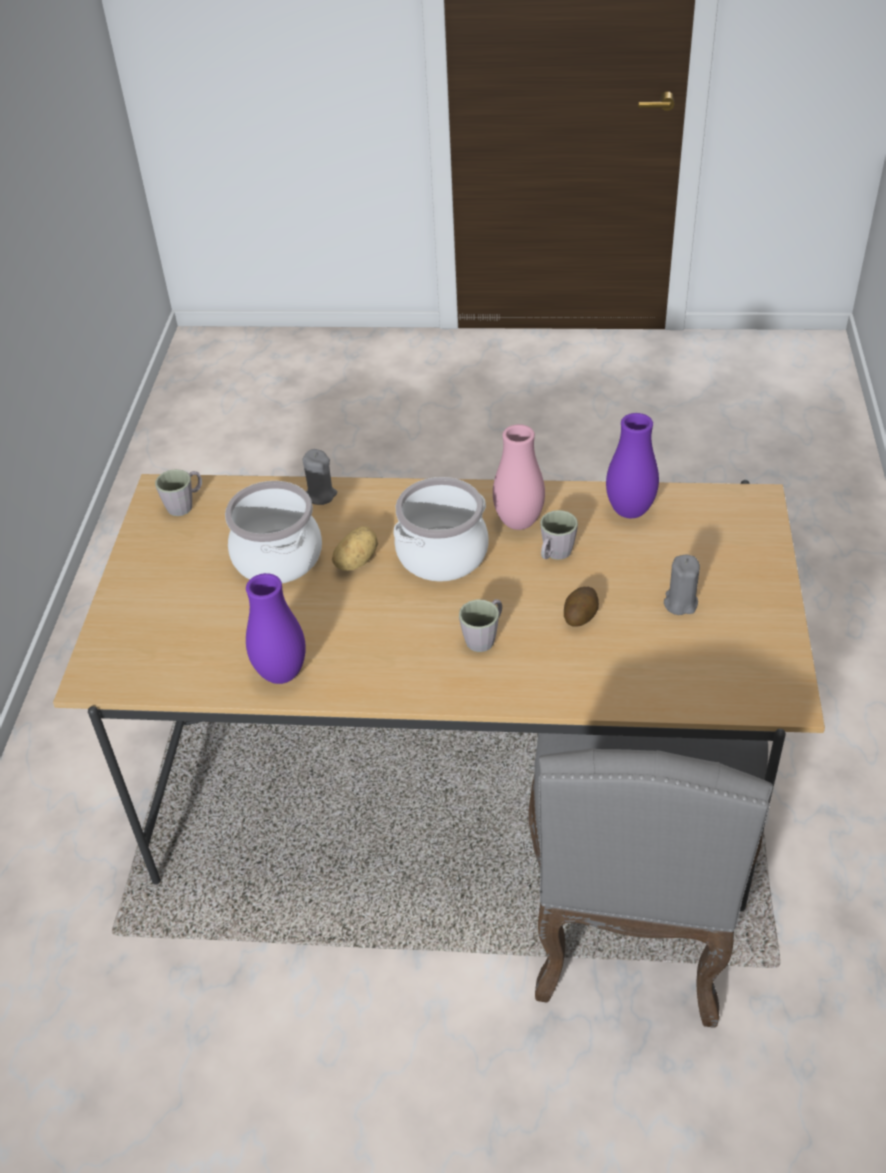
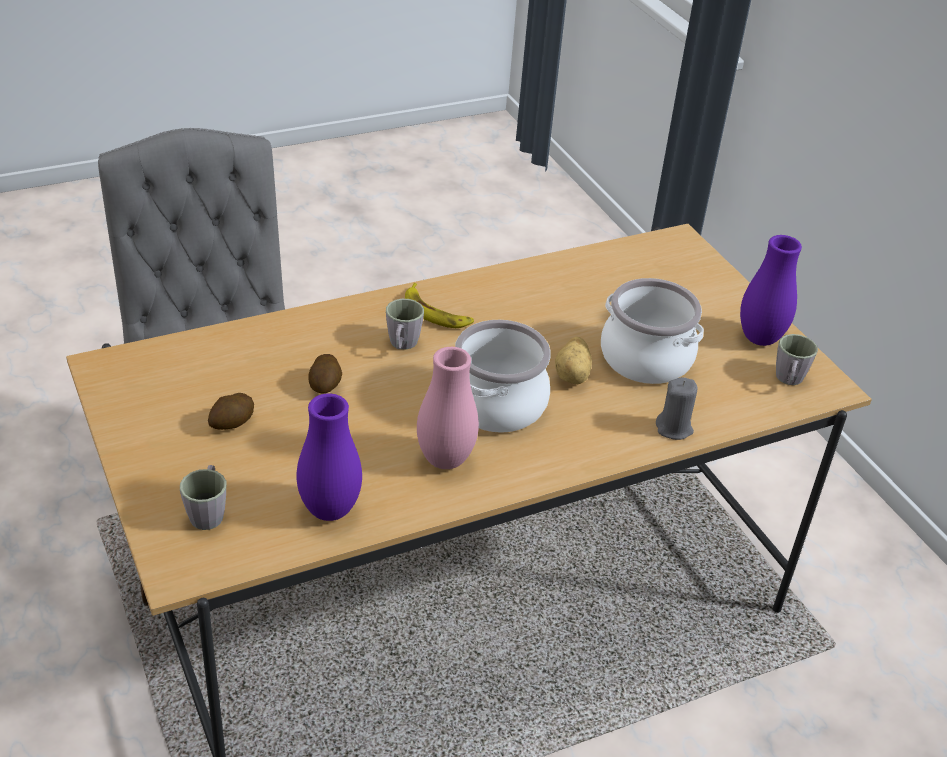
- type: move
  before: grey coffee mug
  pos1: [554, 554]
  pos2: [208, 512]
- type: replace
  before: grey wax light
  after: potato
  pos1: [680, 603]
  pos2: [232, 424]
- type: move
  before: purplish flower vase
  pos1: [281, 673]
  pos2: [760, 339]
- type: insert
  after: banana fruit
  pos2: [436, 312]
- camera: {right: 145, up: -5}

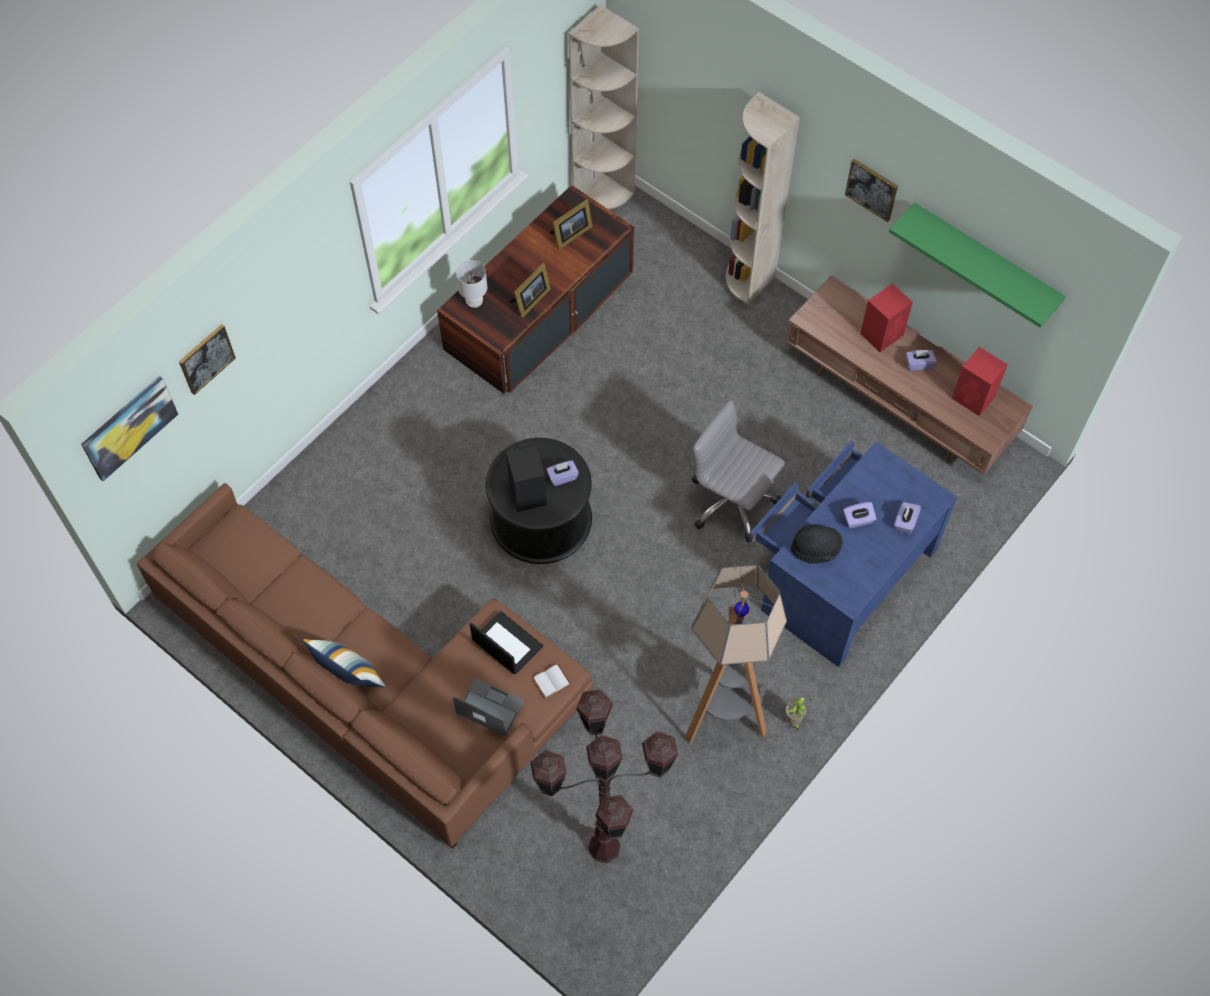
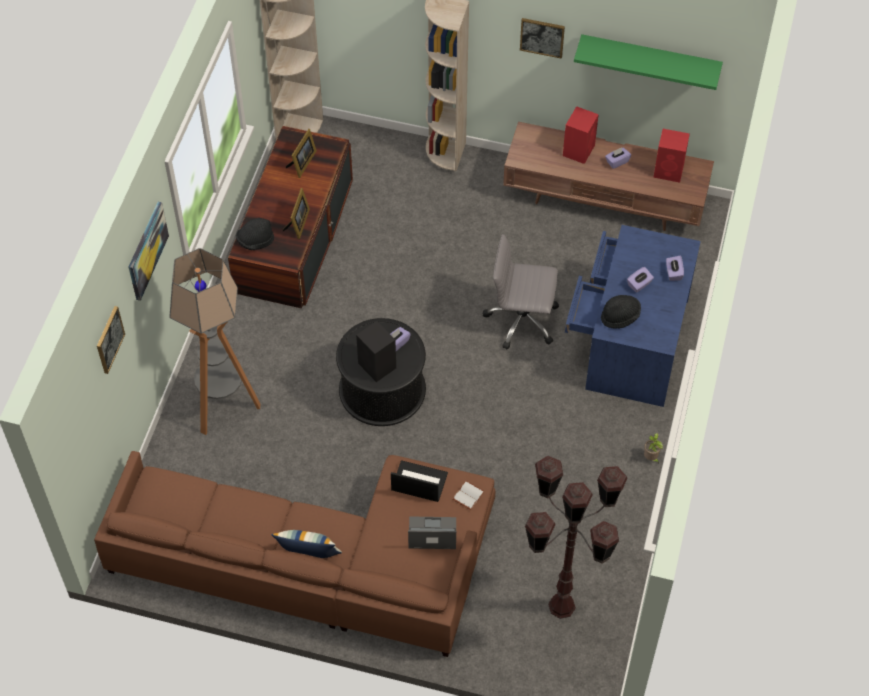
- type: replace
  before: grey tabletop lamp
  after: black clothing hat
  pos1: [475, 303]
  pos2: [255, 241]
- type: move
  before: wall picture
  pos1: [129, 427]
  pos2: [147, 250]
- type: move
  before: standard lamp
  pos1: [723, 716]
  pos2: [223, 406]
- camera: {right: -25, up: -5}

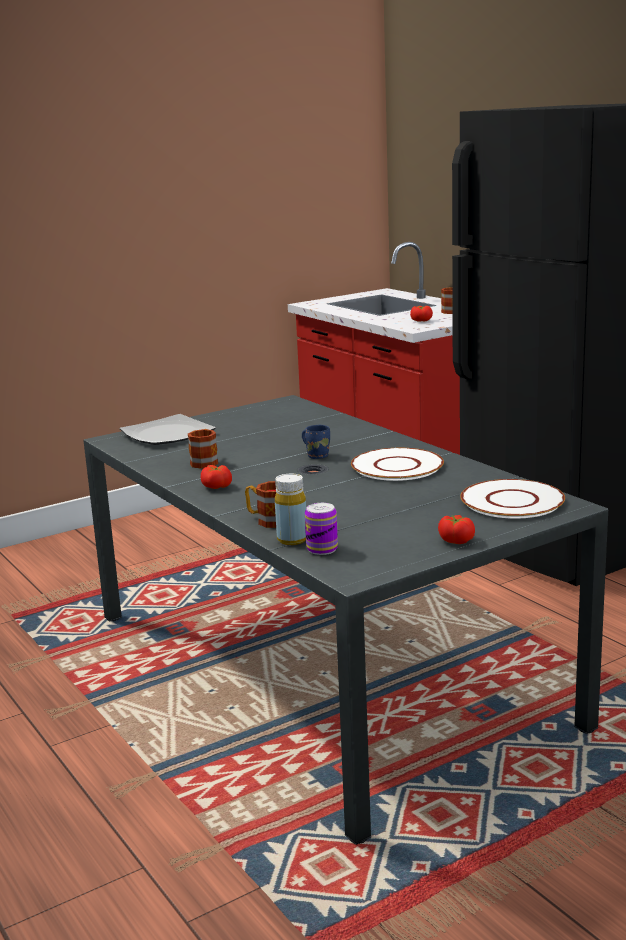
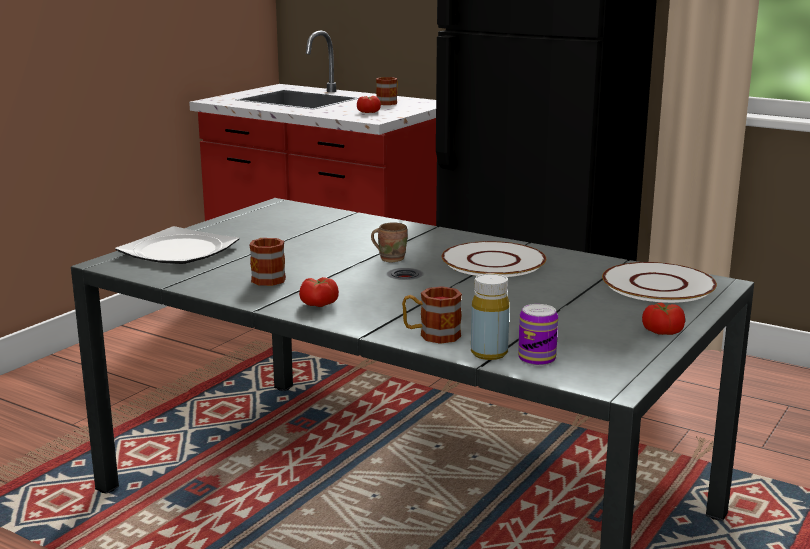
- type: recolor
  before: bluish coffee mug
  after: brown coffee mug
  pos1: [317, 455]
  pos2: [391, 258]
- camera: {right: -25, up: 0}

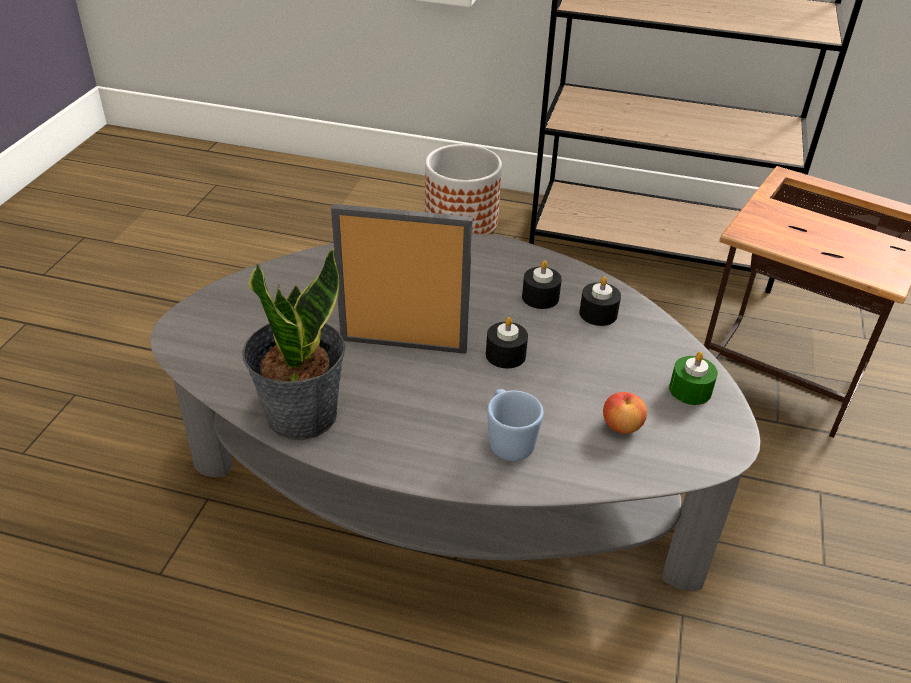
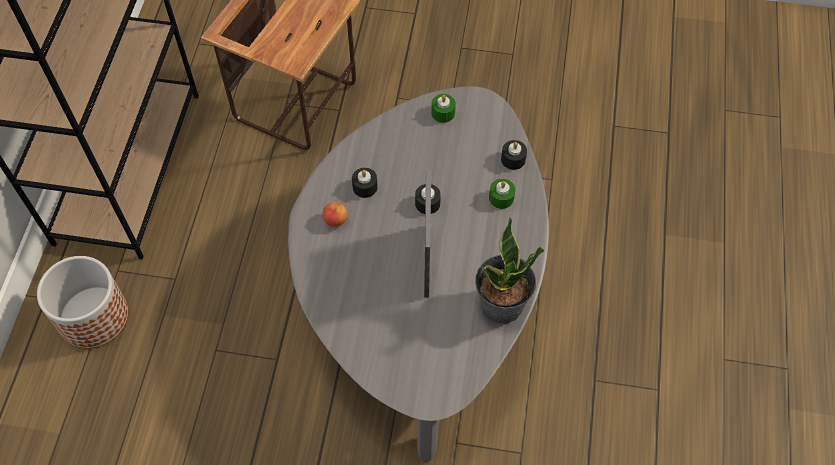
- type: move
  before: black wax light
  pos1: [598, 313]
  pos2: [513, 159]
- type: replace
  before: bluish coffee mug
  after: green wax light
  pos1: [508, 441]
  pos2: [501, 198]
- type: move
  before: apple fruit
  pos1: [622, 426]
  pos2: [335, 220]
- camera: {right: -95, up: 20}

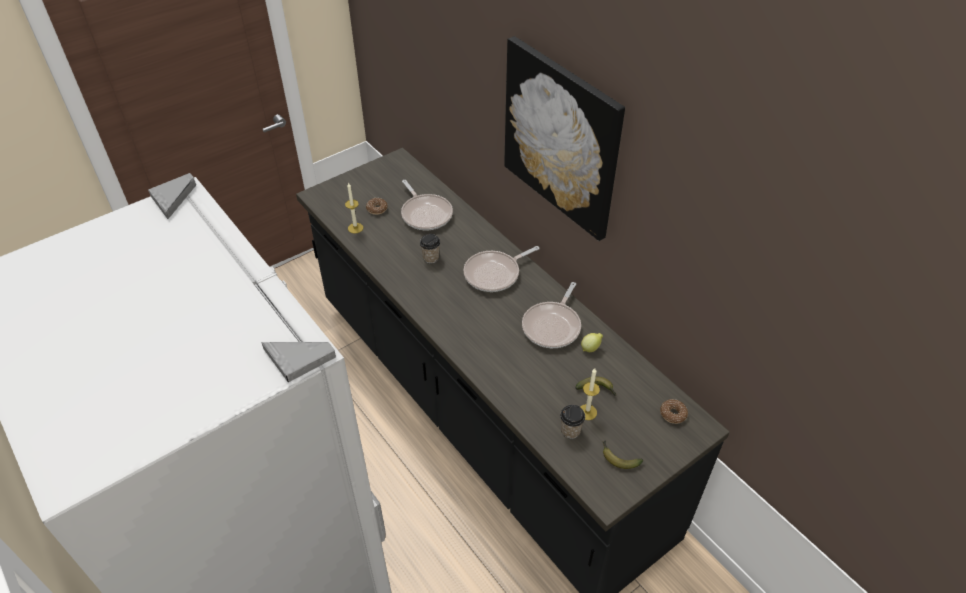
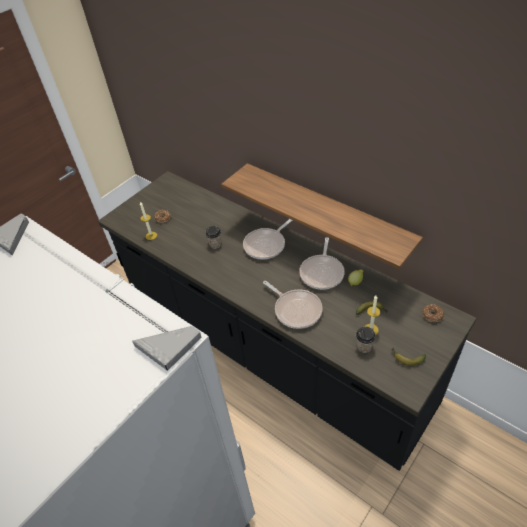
- type: delete
  before: wall picture
  pos1: [561, 138]
- type: move
  before: pan
  pos1: [425, 214]
  pos2: [296, 309]
- type: insert
  after: shelf
  pos2: [326, 212]
- camera: {right: -10, up: 0}

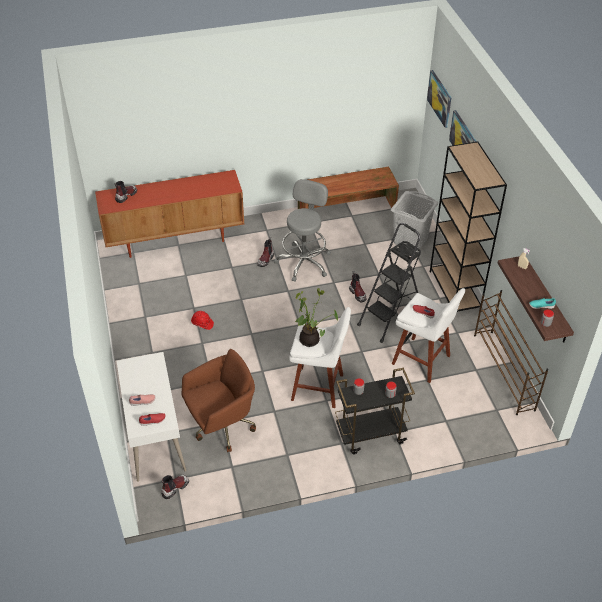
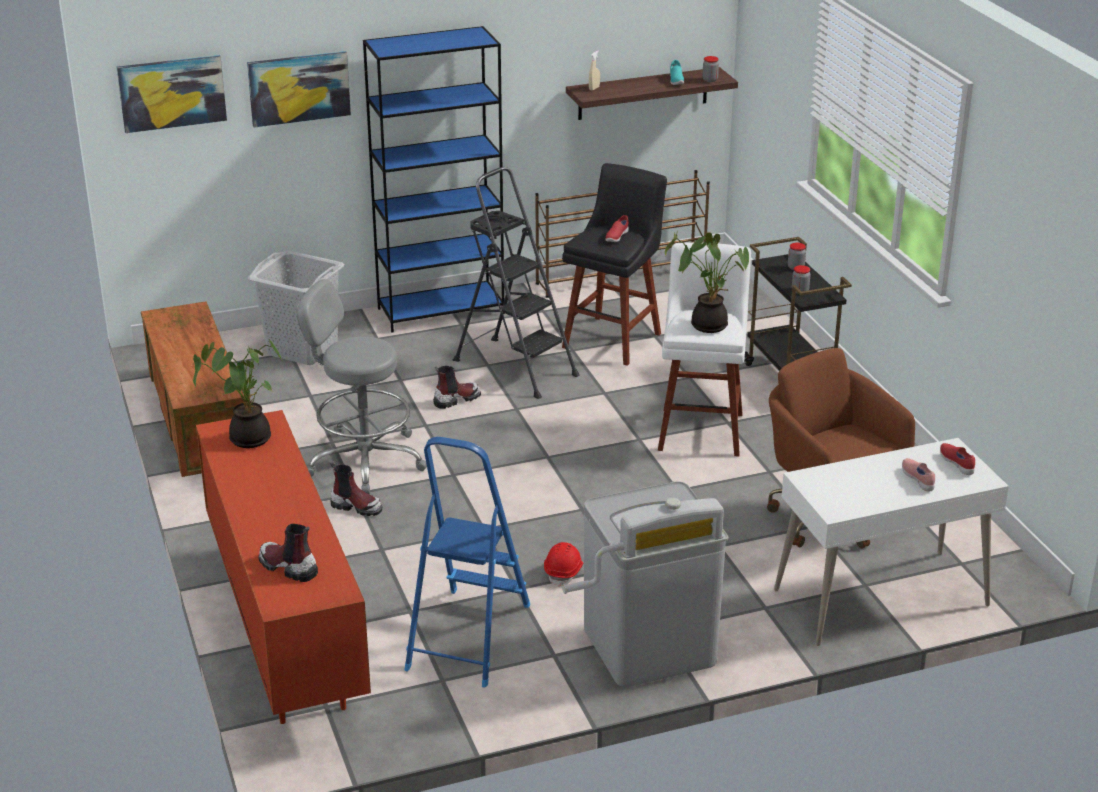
- type: recolor
  before: beige-coloured bookcase
  after: bluish bookcase
  pos1: [455, 291]
  pos2: [441, 311]
- type: recolor
  before: whitish stool
  after: black stool
  pos1: [422, 360]
  pos2: [613, 339]
- type: delete
  before: boot
  pos1: [175, 488]
- type: insert
  after: potted plant
  pos2: [247, 438]
- type: insert
  after: bluish step stool
  pos2: [469, 635]
- type: insert
  after: grey laundry machine
  pos2: [646, 650]
- camera: {right: -95, up: -15}

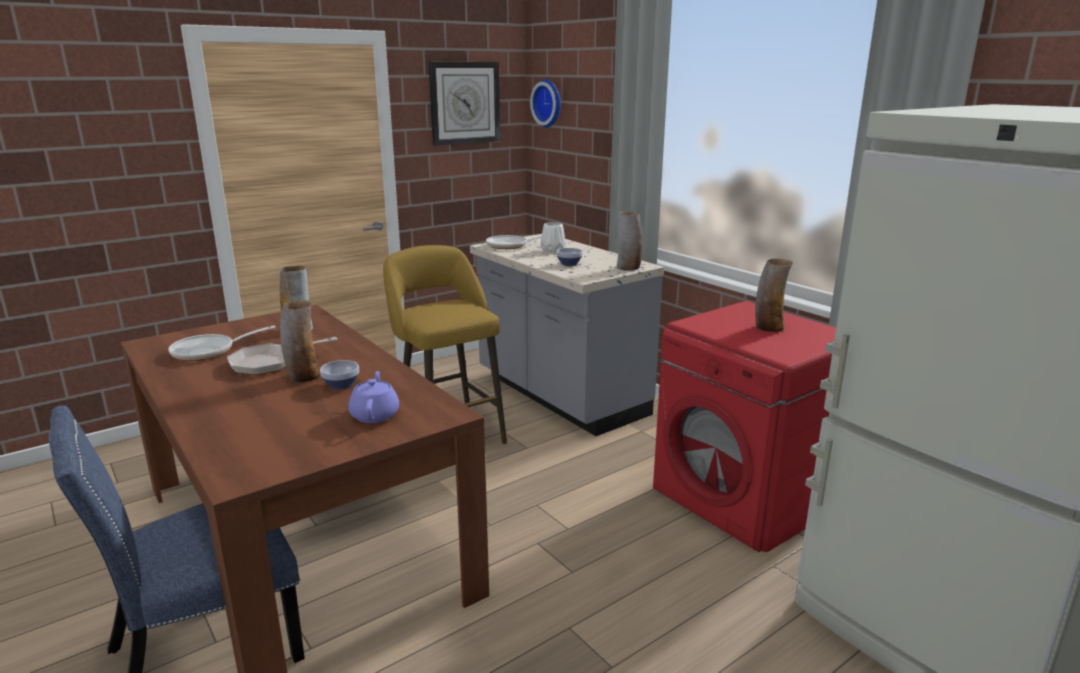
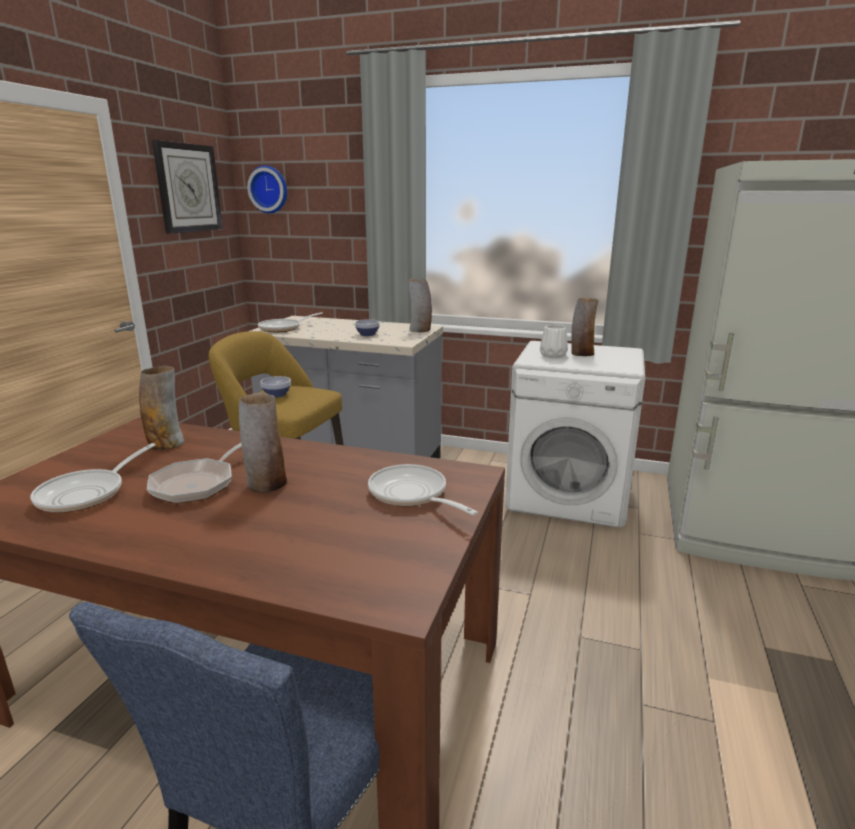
- type: move
  before: whitish flower vase
  pos1: [552, 250]
  pos2: [553, 355]
- type: recolor
  before: reddish laundry machine
  after: whitish laundry machine
  pos1: [742, 499]
  pos2: [569, 496]
- type: move
  before: bowl
  pos1: [341, 384]
  pos2: [276, 394]
- type: replace
  before: purplish tea pot
  after: pan
  pos1: [375, 414]
  pos2: [411, 495]
- camera: {right: -35, up: 0}

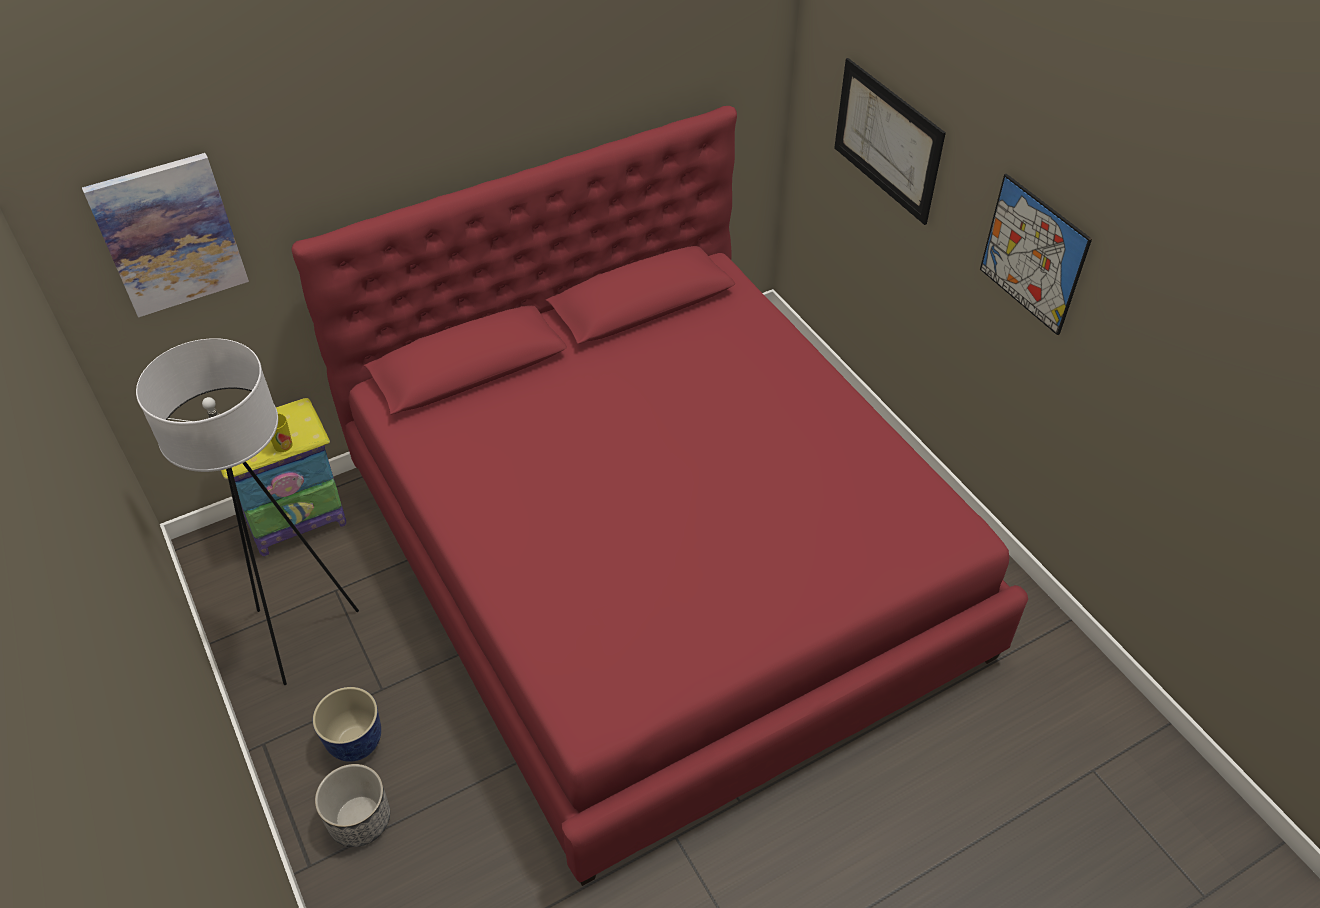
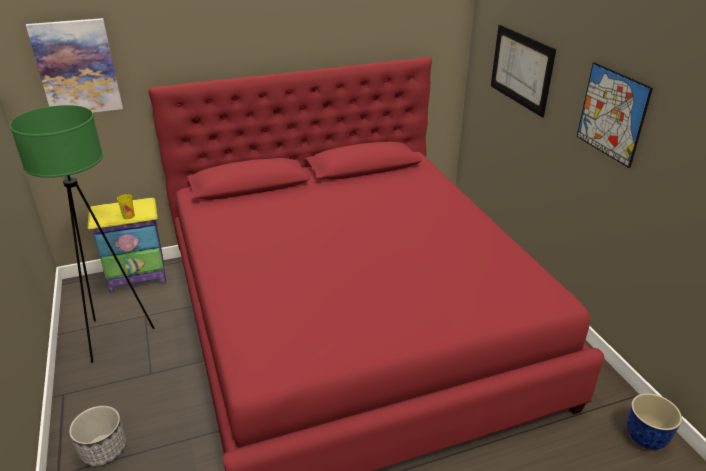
- type: recolor
  before: whitish standard lamp
  after: green standard lamp
  pos1: [302, 634]
  pos2: [115, 336]
- type: move
  before: planter
  pos1: [355, 741]
  pos2: [644, 437]
- camera: {right: 10, up: -15}

